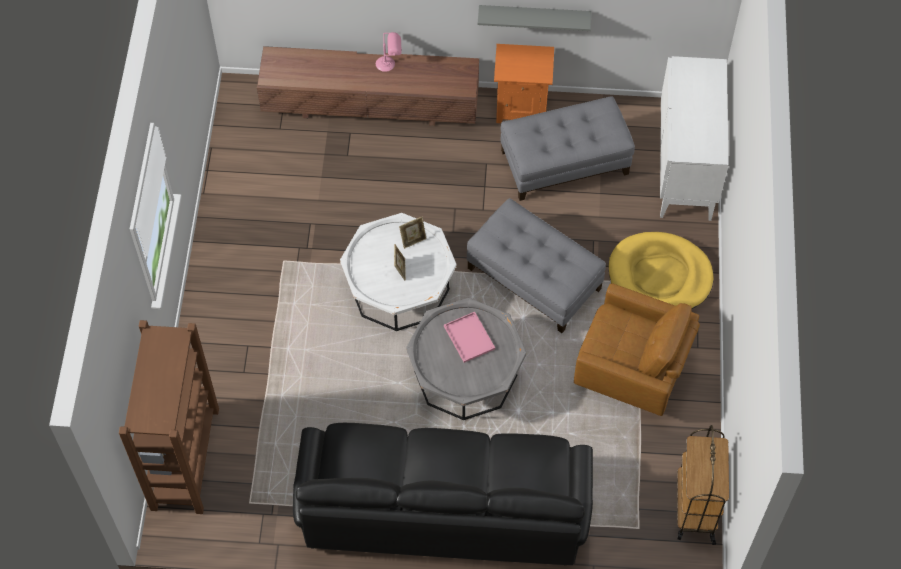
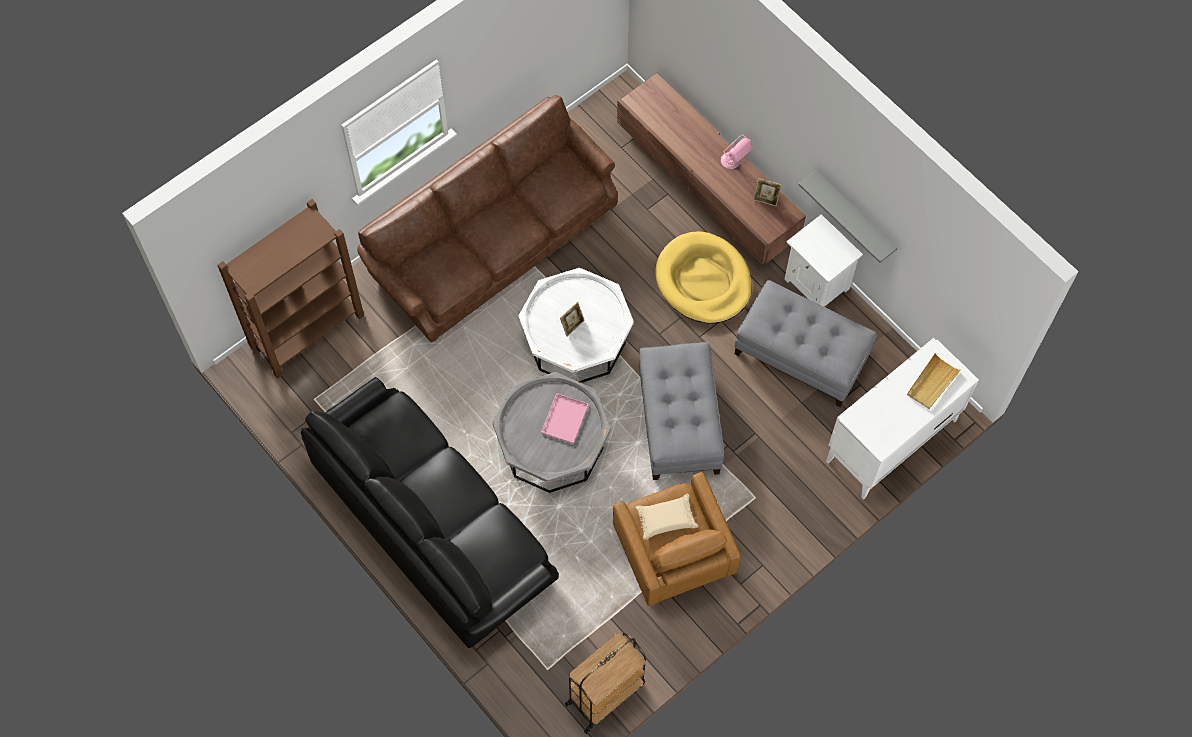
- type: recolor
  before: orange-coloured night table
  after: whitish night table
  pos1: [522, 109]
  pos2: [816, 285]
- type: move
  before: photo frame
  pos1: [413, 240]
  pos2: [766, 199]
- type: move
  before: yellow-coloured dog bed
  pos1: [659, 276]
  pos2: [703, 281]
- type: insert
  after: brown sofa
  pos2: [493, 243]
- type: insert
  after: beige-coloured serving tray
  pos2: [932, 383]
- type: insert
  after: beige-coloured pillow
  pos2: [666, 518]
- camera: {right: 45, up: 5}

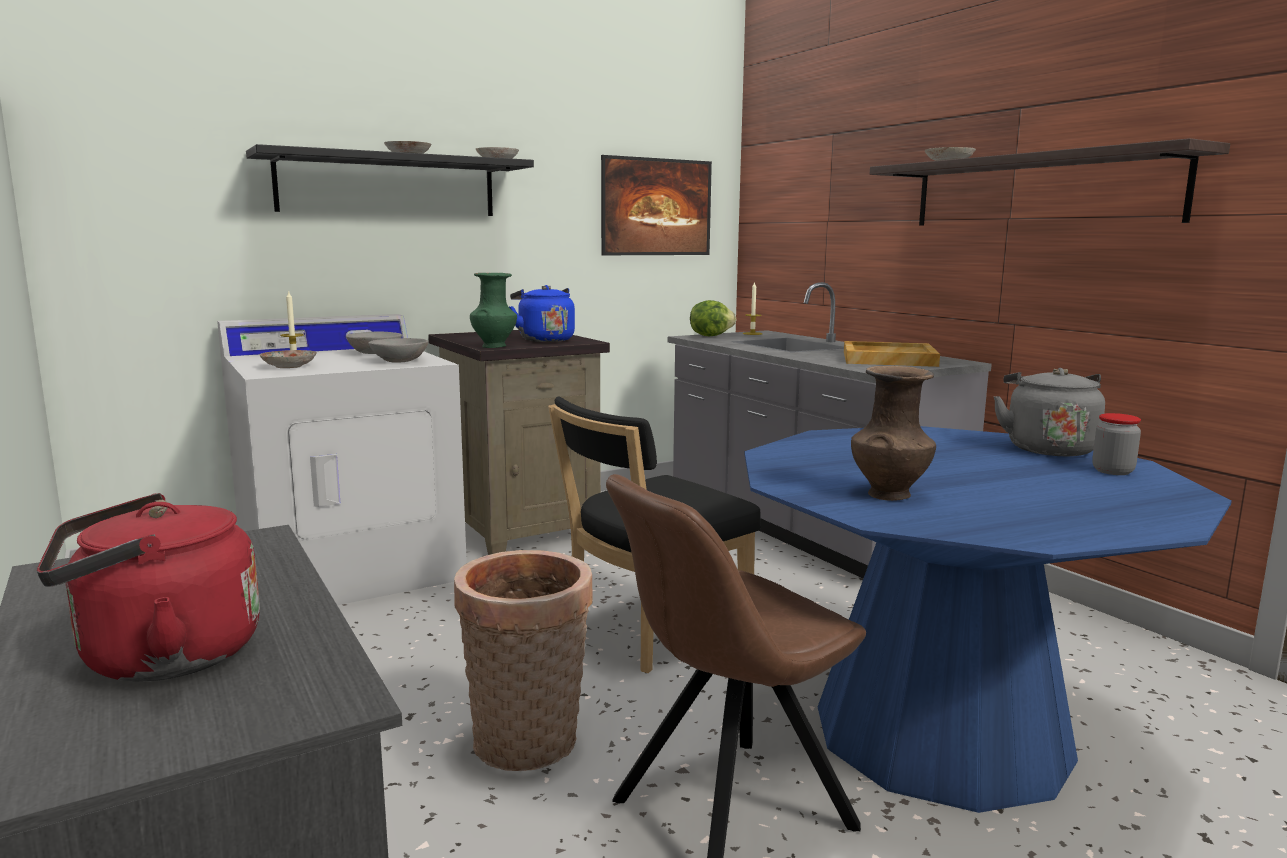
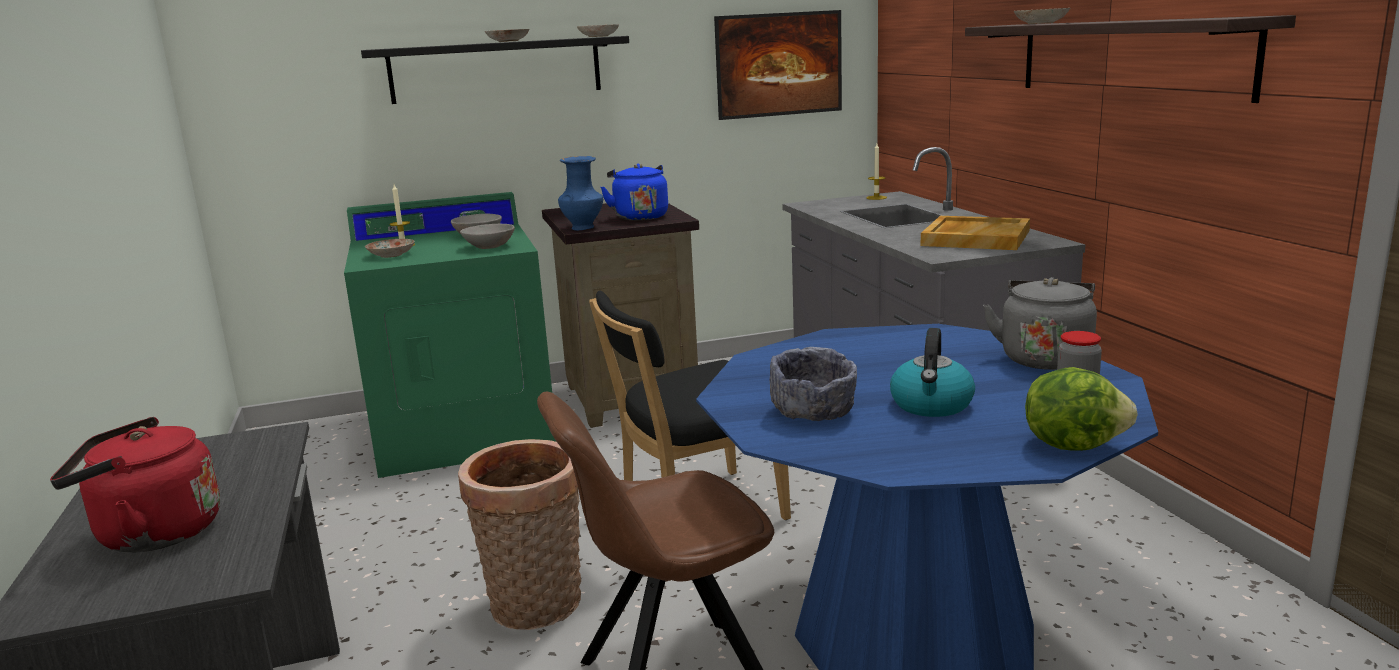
- type: recolor
  before: green flower vase
  after: bluish flower vase
  pos1: [494, 346]
  pos2: [583, 228]
- type: move
  before: lettuce head
  pos1: [710, 336]
  pos2: [1073, 444]
- type: recolor
  before: whitish laundry machine
  after: green laundry machine
  pos1: [350, 564]
  pos2: [465, 428]
- type: replace
  before: brown flower vase
  after: grey bowl
  pos1: [889, 494]
  pos2: [813, 411]
- type: insert
  after: water kettle
  pos2: [932, 405]
- camera: {right: 15, up: 5}

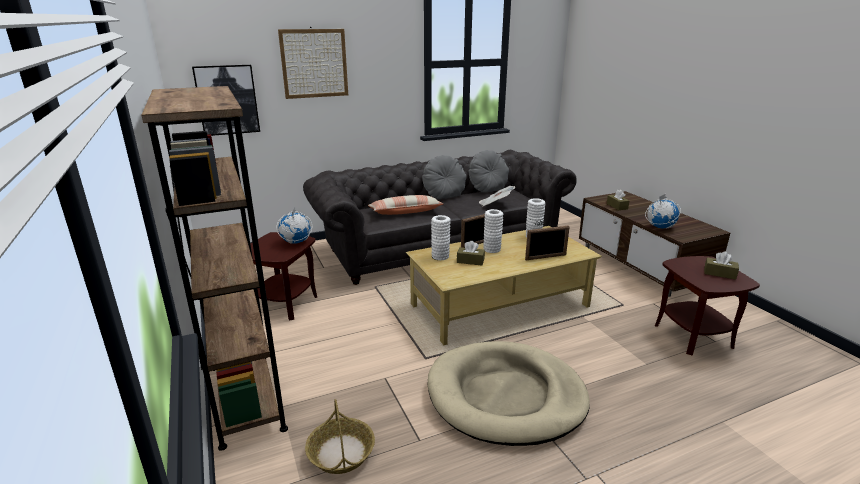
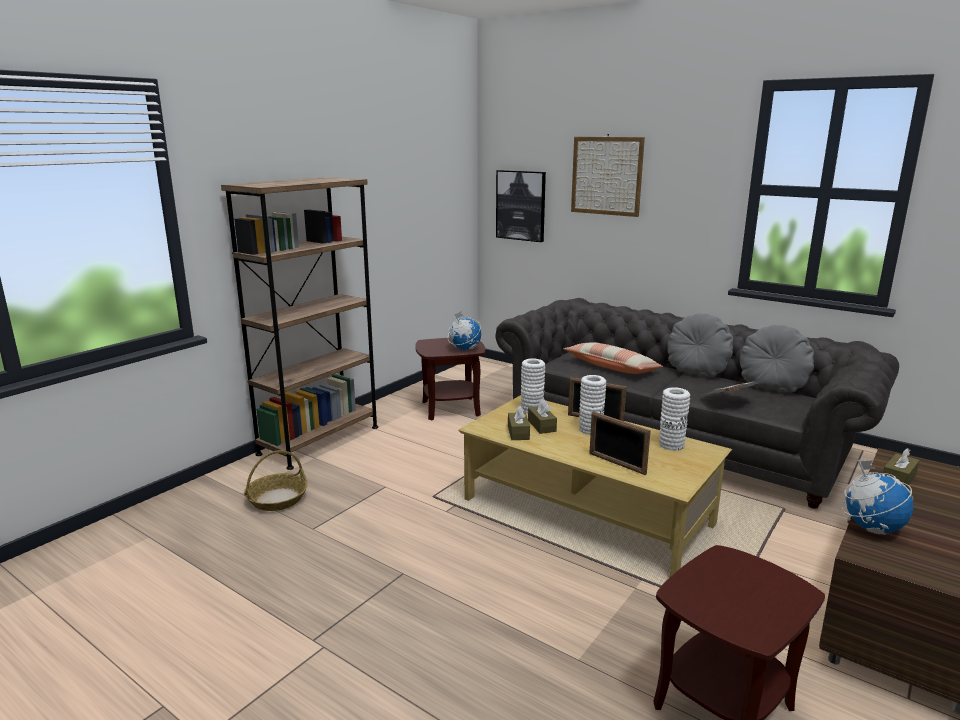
- type: move
  before: brown tissue holder
  pos1: [719, 273]
  pos2: [518, 432]
- type: delete
  before: beige-coloured dog bed
  pos1: [506, 396]
- camera: {right: 60, up: -5}

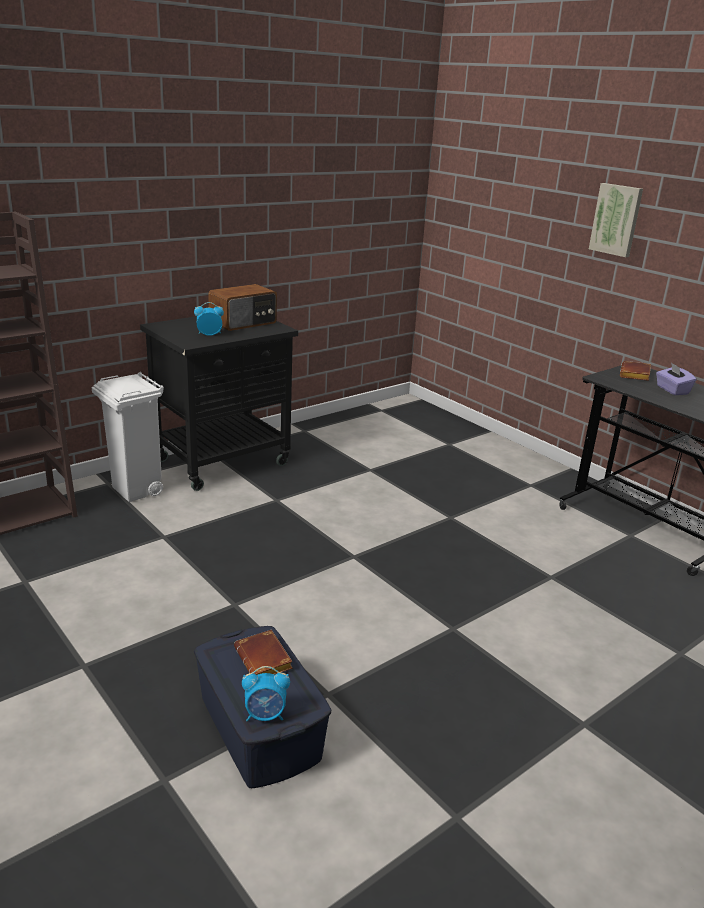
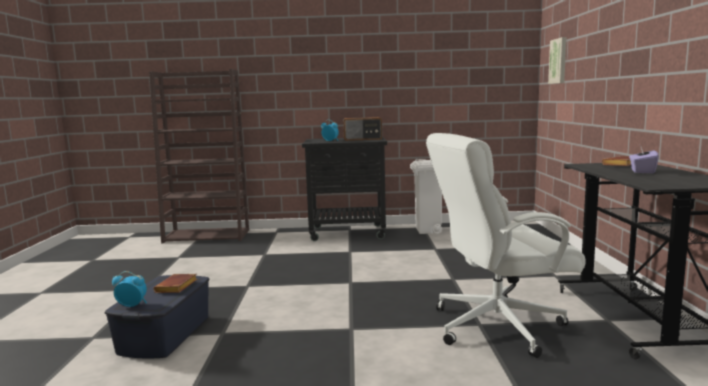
- type: move
  before: wall picture
  pos1: [616, 219]
  pos2: [559, 61]
- type: move
  before: whitish trash can
  pos1: [136, 491]
  pos2: [428, 231]
- type: rotate
  before: alarm clock
  pos1: [265, 715]
  pos2: [132, 305]
  turn: 150
- type: insert
  after: whitish office chair
  pos2: [497, 325]
- camera: {right: 40, up: -15}

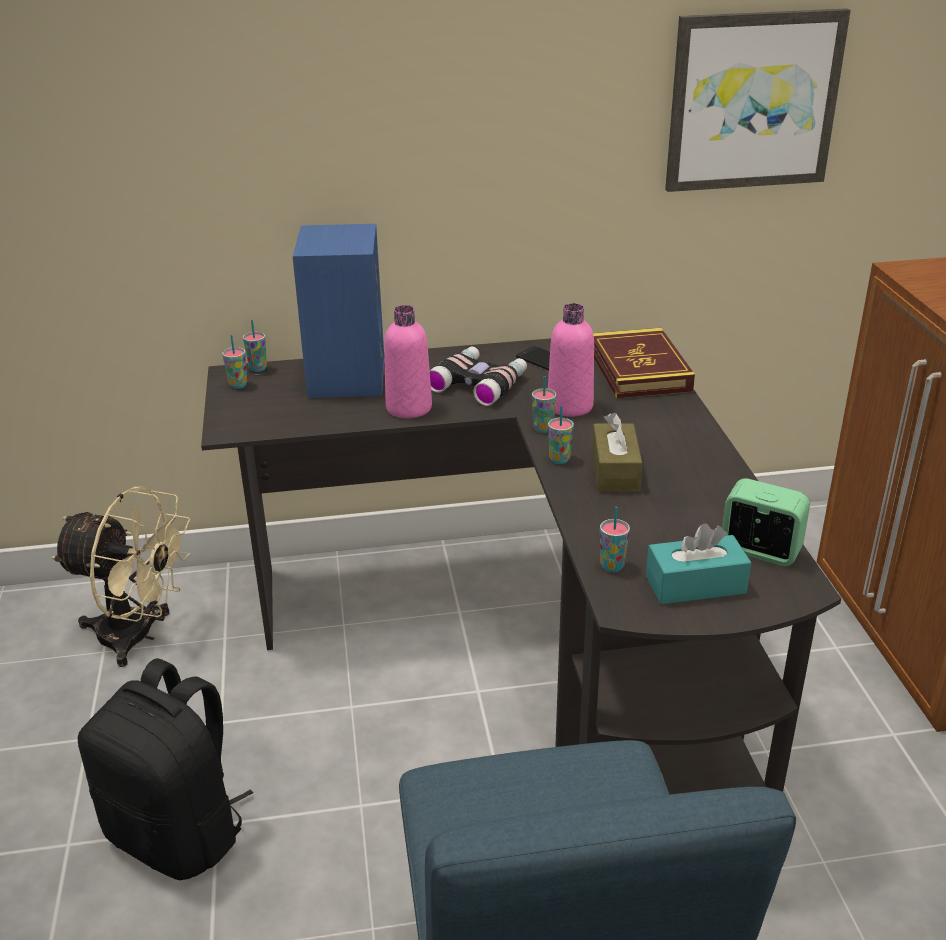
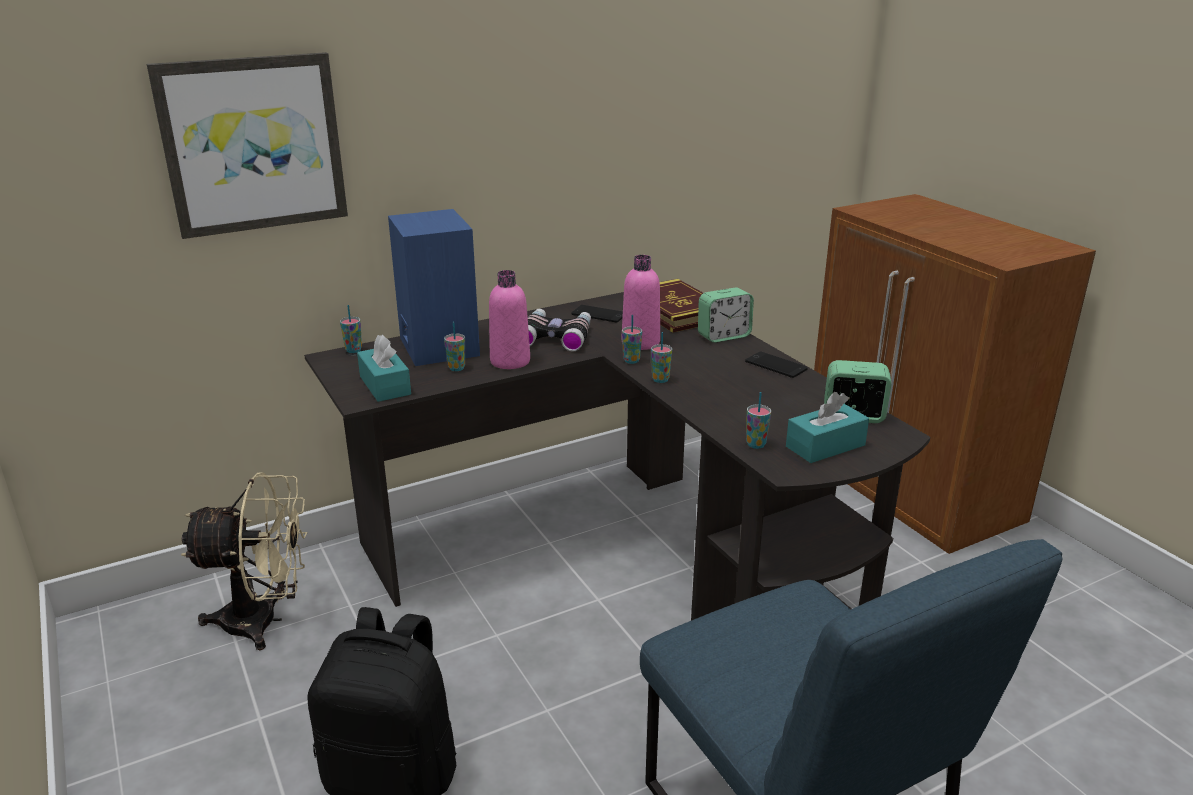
- type: move
  before: wall picture
  pos1: [752, 101]
  pos2: [253, 144]
- type: move
  before: small cup
  pos1: [238, 385]
  pos2: [456, 368]
- type: delete
  before: brown tissue holder
  pos1: [615, 471]
- type: insert
  after: alarm clock
  pos2: [724, 336]
- type: insert
  after: blue-green tissue holder
  pos2: [385, 385]
- type: insert
  after: handset
  pos2: [776, 365]
- camera: {right: -20, up: -5}

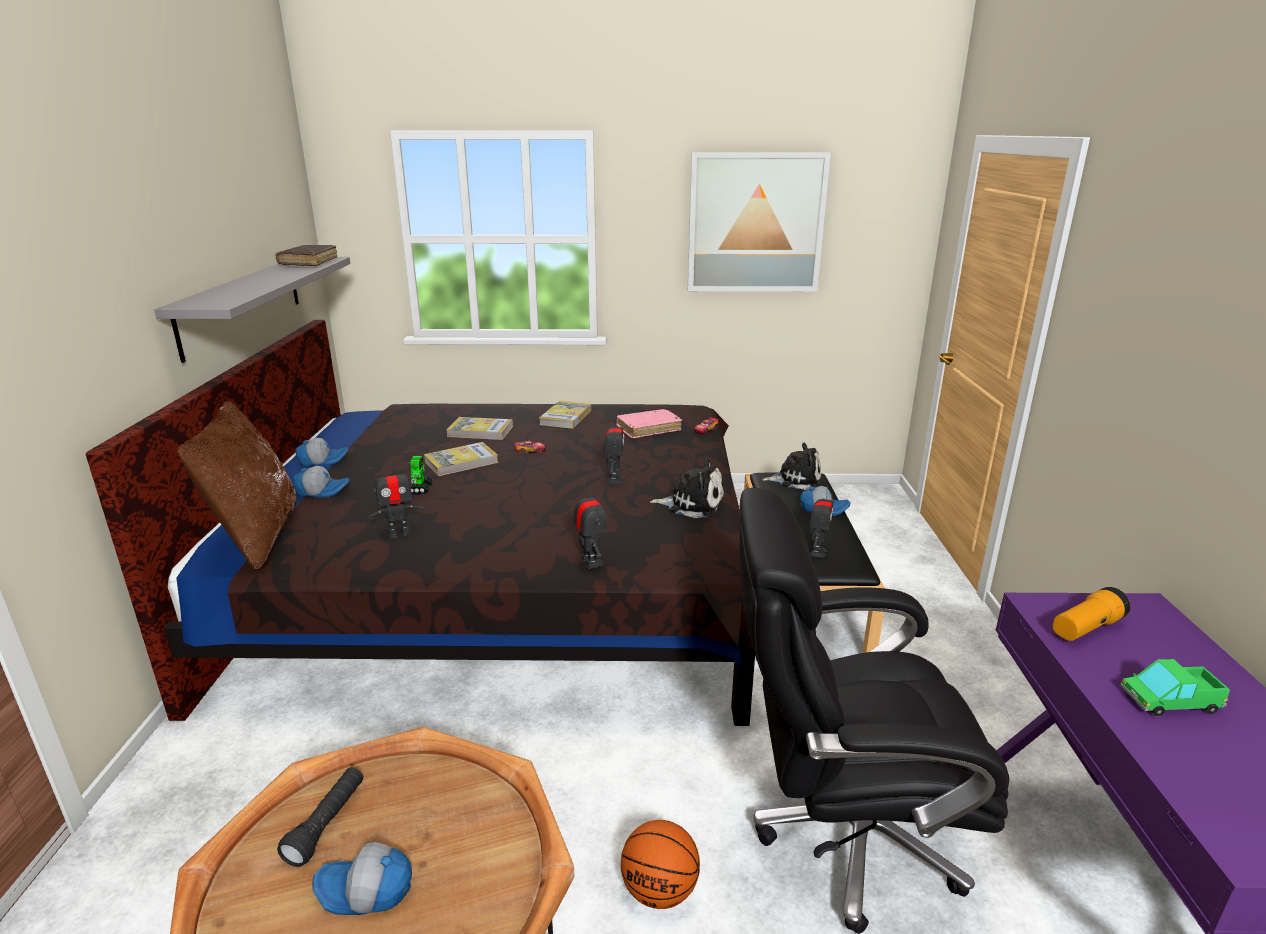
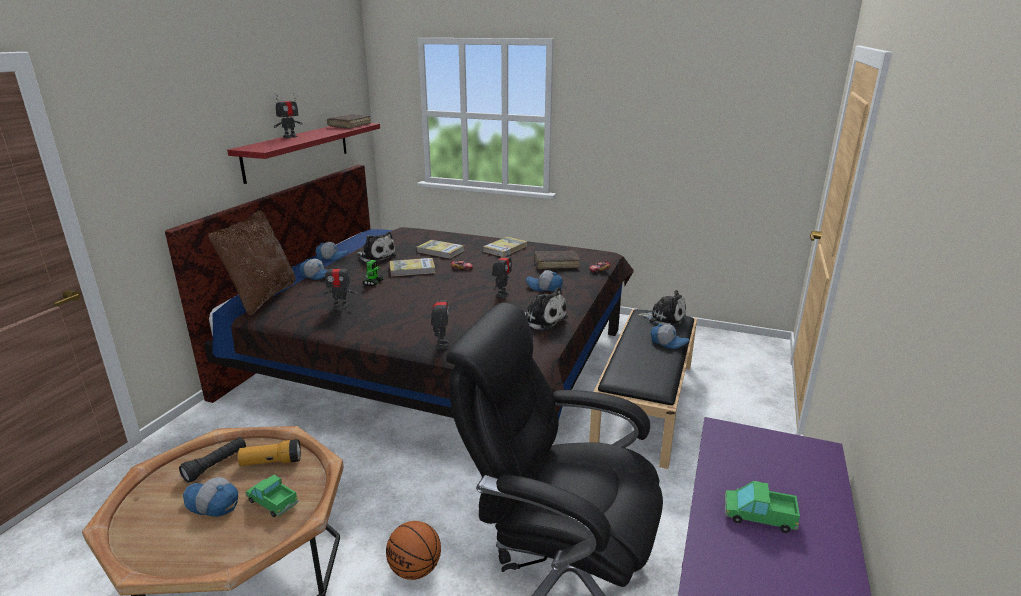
- type: delete
  before: wall picture
  pos1: [755, 223]
- type: recolor
  before: grey shelf
  after: reddish shelf
  pos1: [242, 304]
  pos2: [298, 150]
- type: recolor
  before: pinkish bound book
  after: brown bound book
  pos1: [648, 429]
  pos2: [556, 264]
- type: move
  before: robot figure
  pos1: [817, 552]
  pos2: [290, 137]
- type: move
  before: flashlight
  pos1: [1086, 628]
  pos2: [271, 462]
- type: insert
  after: soft toy
  pos2: [376, 257]
- type: insert
  after: cap
  pos2: [544, 287]
- type: insert
  after: model truck
  pos2: [272, 502]
- camera: {right: 20, up: 0}

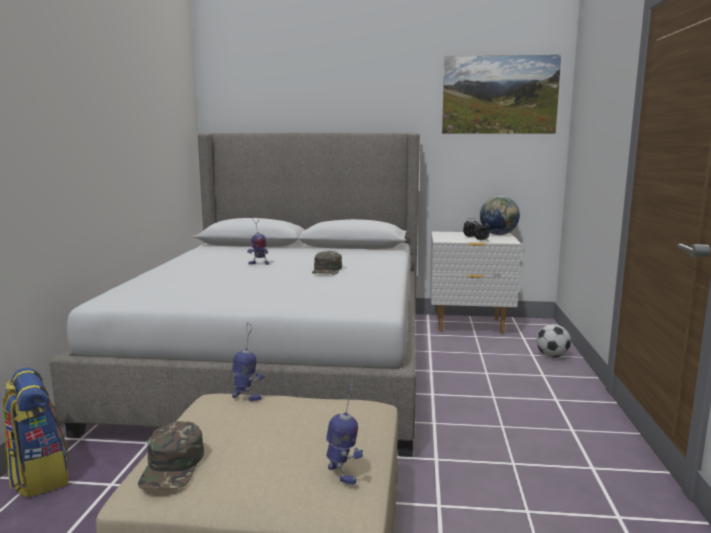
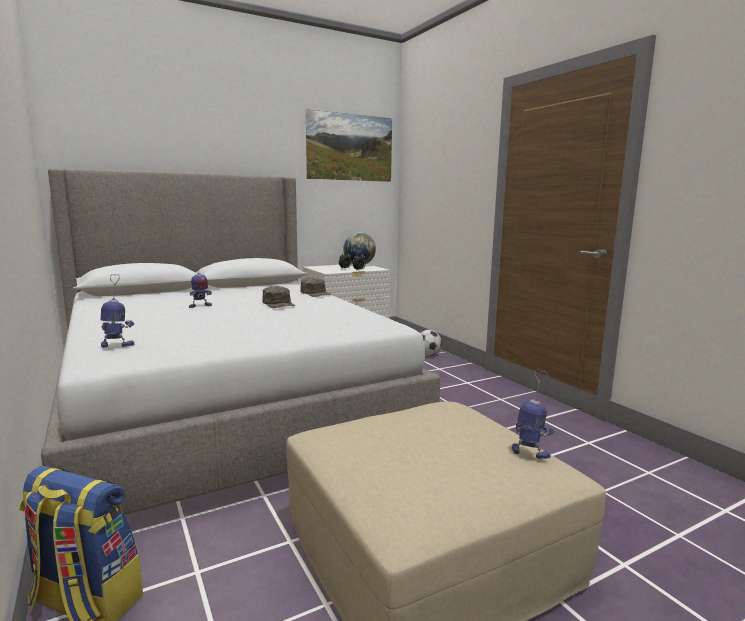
- type: move
  before: robot figure
  pos1: [246, 397]
  pos2: [117, 345]
- type: move
  before: green cap
  pos1: [173, 466]
  pos2: [316, 293]
- camera: {right: -35, up: 0}

